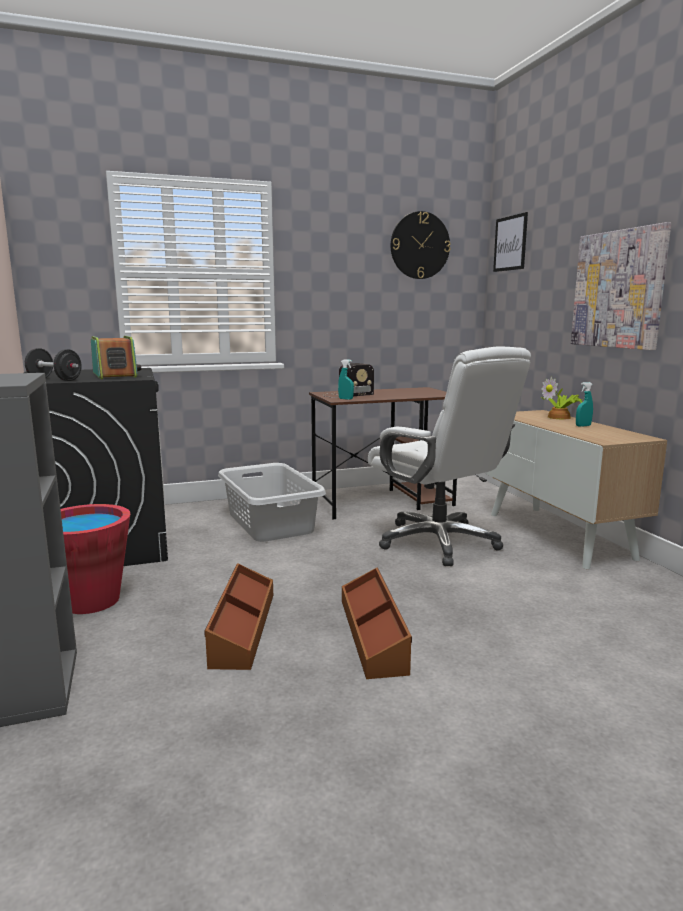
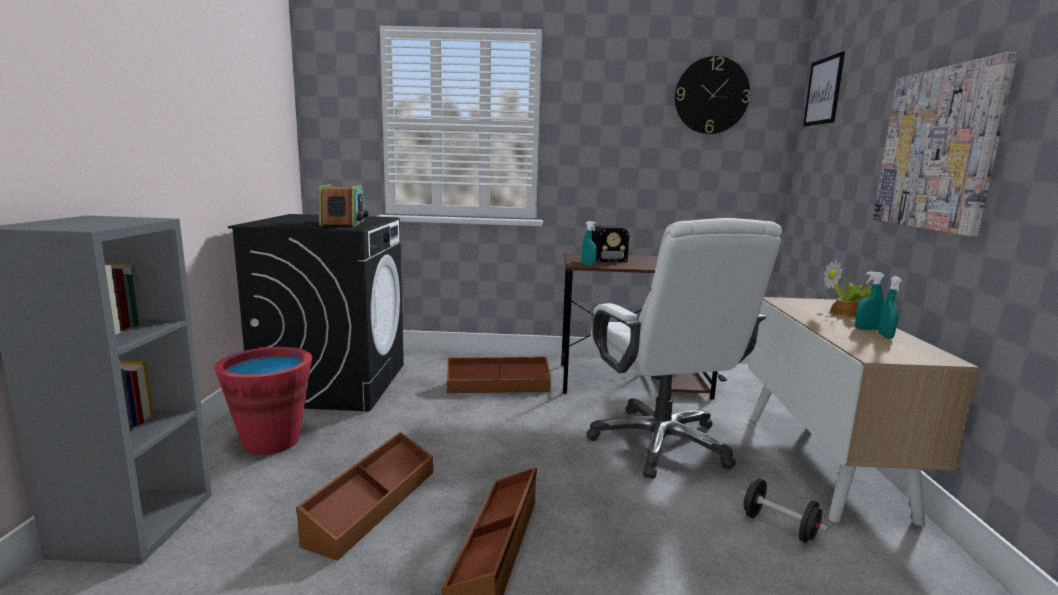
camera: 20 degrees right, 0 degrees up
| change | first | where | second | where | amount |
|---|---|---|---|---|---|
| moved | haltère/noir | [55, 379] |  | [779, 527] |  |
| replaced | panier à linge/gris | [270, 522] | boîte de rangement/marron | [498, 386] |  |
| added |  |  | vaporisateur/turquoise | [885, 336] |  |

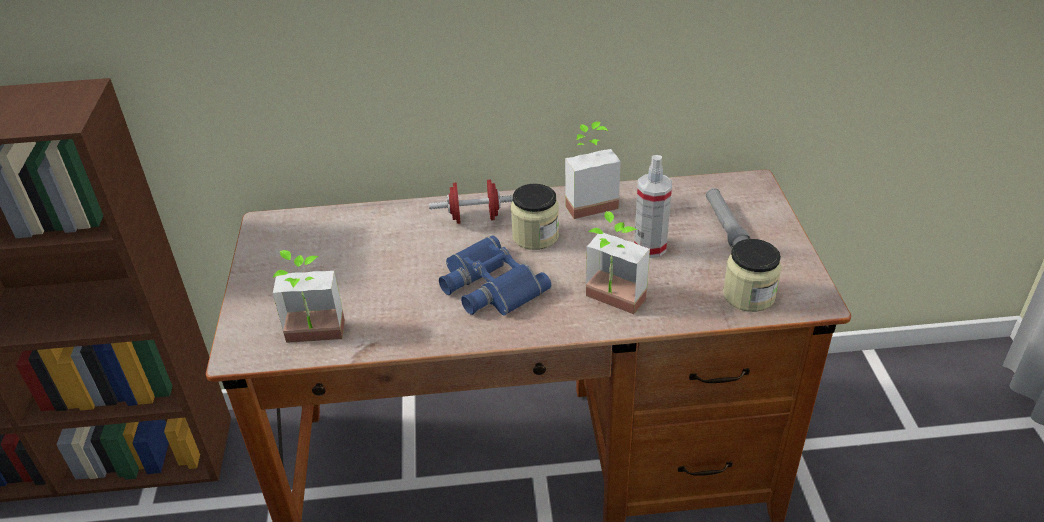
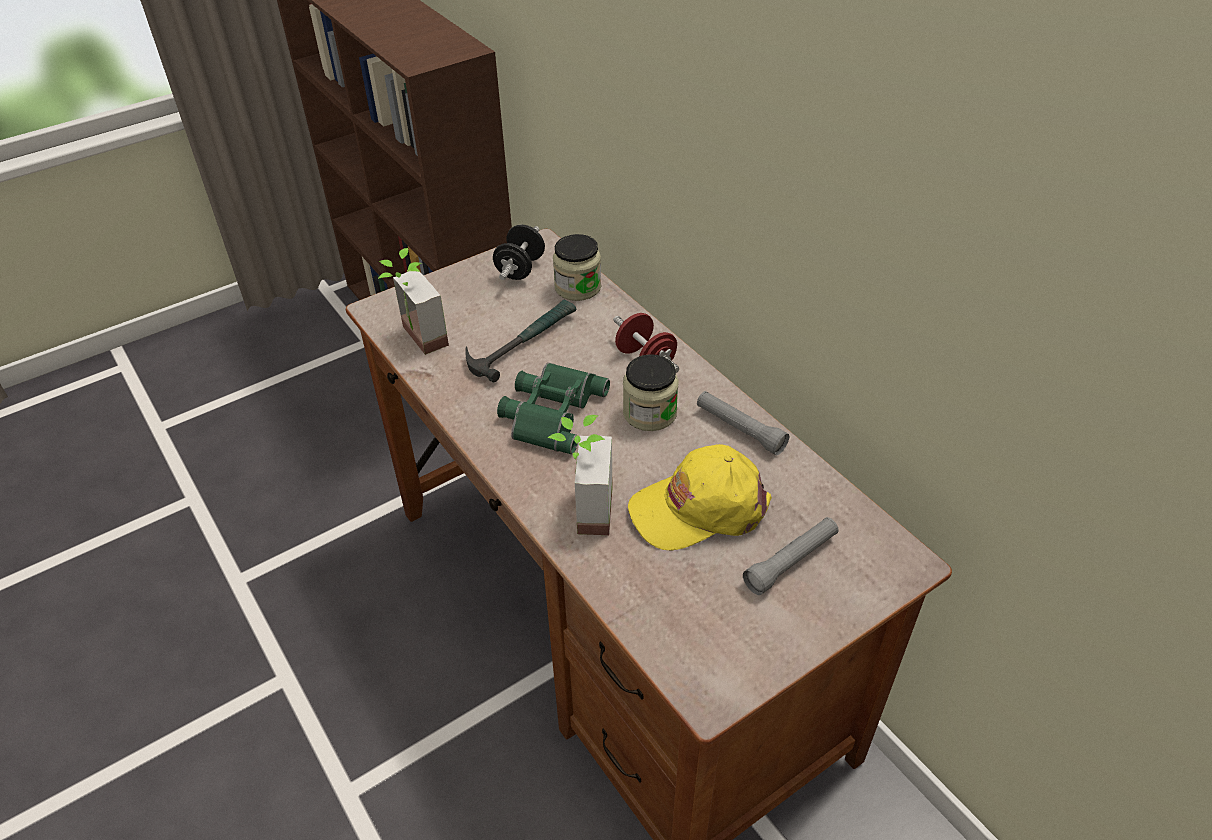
camera: 60 degrees right, 5 degrees up
| change | first | where | second | where | amount |
|---|---|---|---|---|---|
| recoloured | jumelles/bleu | [488, 286] | jumelles/vert | [550, 412] |  |
| replaced | plante en pot | [588, 201] | lampe de poche/gris | [740, 429] |  |
| replaced | vaporisateur | [650, 247] | casquette/jaune | [698, 508] |  |
| moved | bocal | [748, 295] |  | [577, 287] |  |
| added |  |  | marteau | [522, 342] |  |
| added |  |  | haltère/noir | [520, 269] |  |

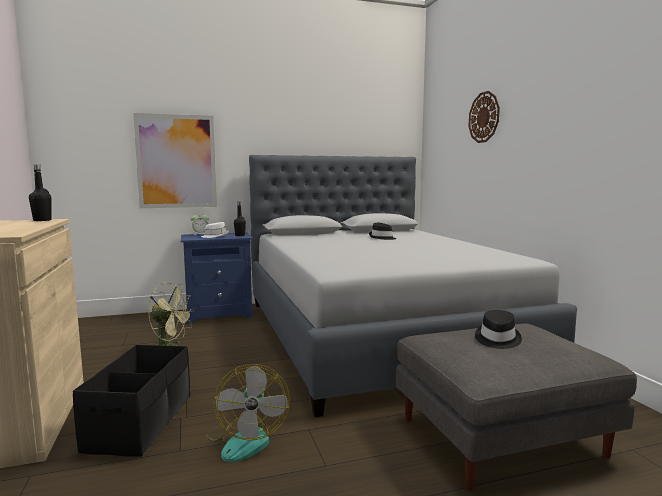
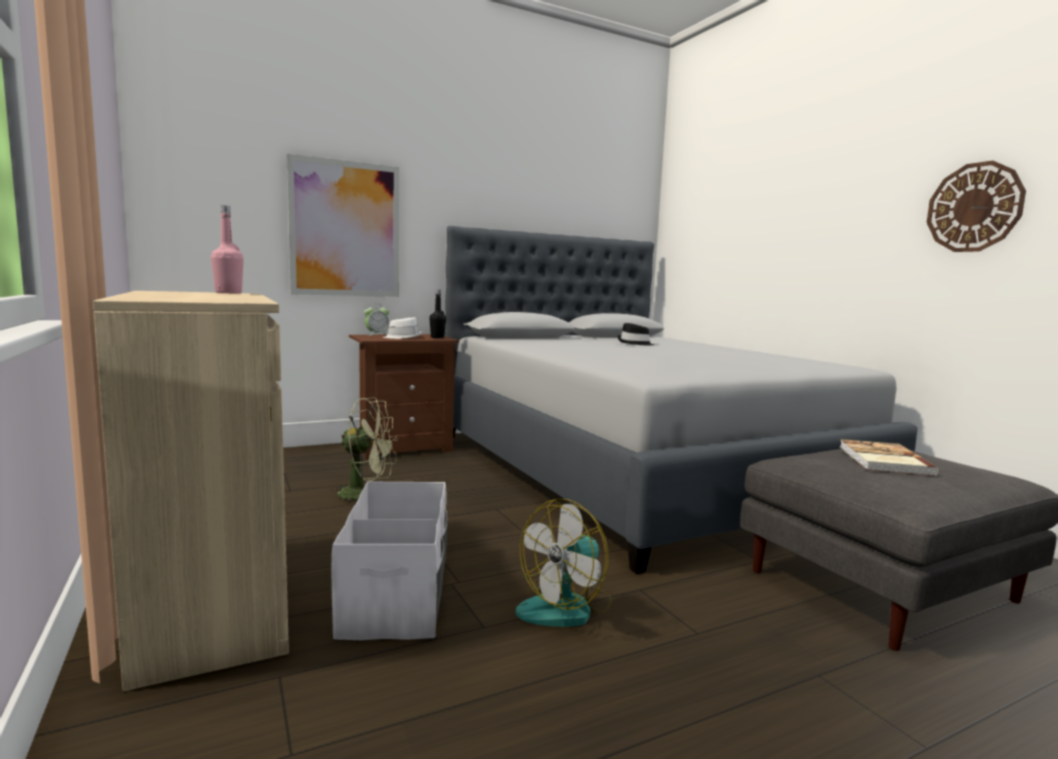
camera: 10 degrees left, 0 degrees up
| change | first | where | second | where | amount |
|---|---|---|---|---|---|
| recoloured | bouteille/noir | [42, 220] | bouteille/rose | [228, 293] |  |
| recoloured | boîte de rangement/noir | [141, 422] | boîte de rangement/blanc | [397, 592] |  |
| recoloured | table de chevet/bleu | [219, 313] | table de chevet/marron | [403, 447] |  |
| turned | ventilateur | [246, 439] |  | [566, 607] | 60 degrees clockwise |
| moved | horloge murale | [484, 117] |  | [974, 207] |  |
| replaced | chapeau/noir | [497, 339] | livre | [882, 460] |  |

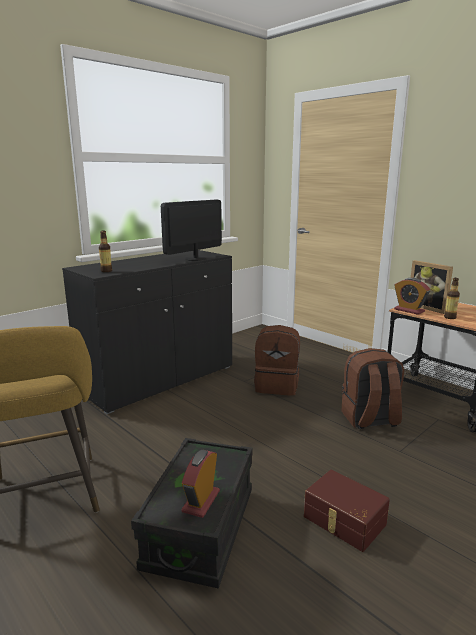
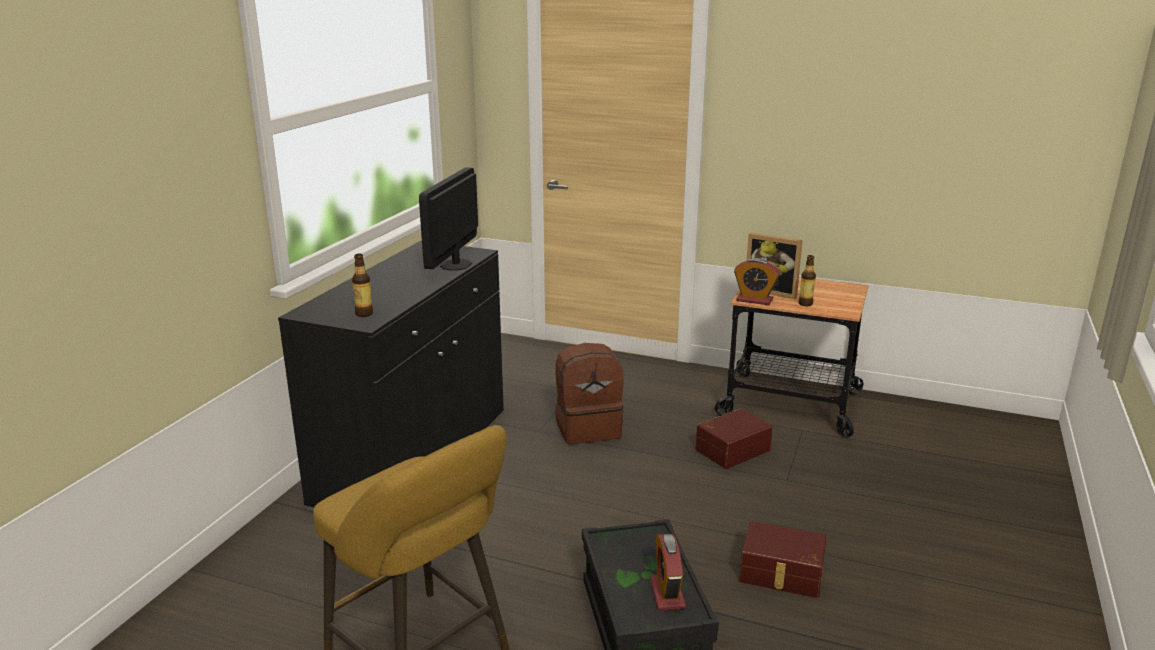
camera: 25 degrees left, 5 degrees up
| change | first | where | second | where | amount |
|---|---|---|---|---|---|
| replaced | sac à dos/marron | [369, 420] | boîte de rangement/marron | [731, 449] |  |

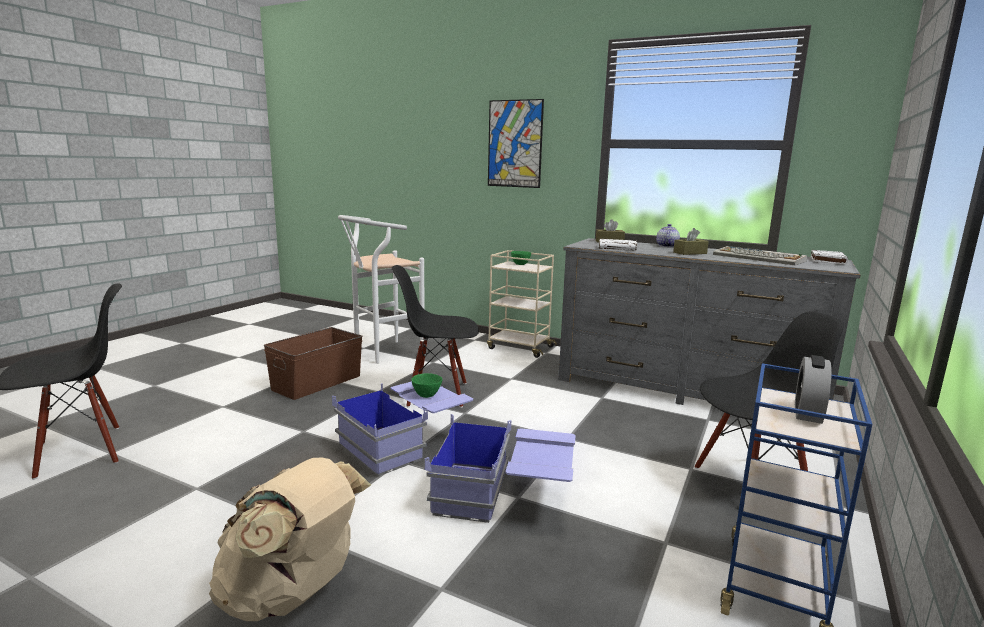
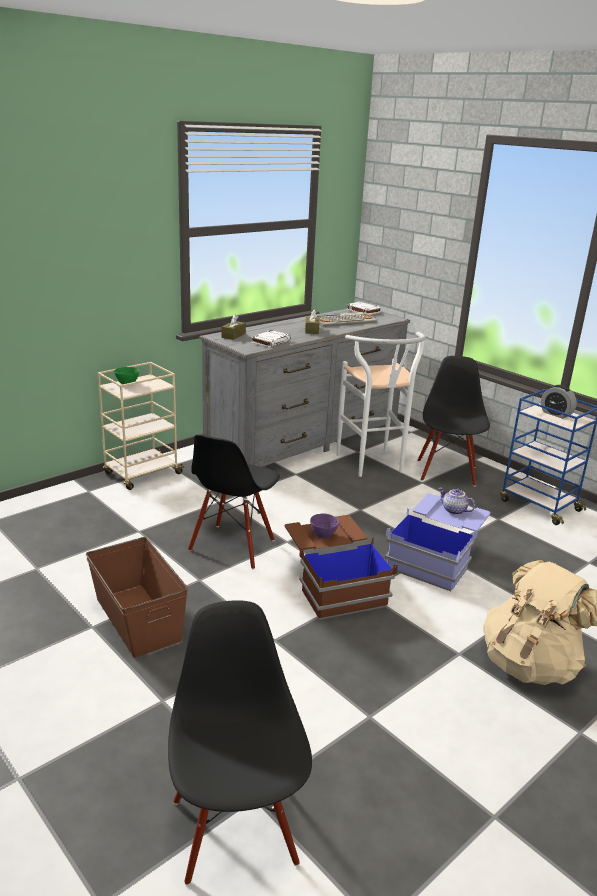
camera: 70 degrees left, 10 degrees up
| change | first | where | second | where | amount |
|---|---|---|---|---|---|
| recoloured | boîte de rangement/bleu | [405, 444] | boîte de rangement/marron | [333, 583] |  |
| moved | tabouret/blanc | [382, 353] |  | [373, 466] |  |
| recoloured | bol/vert | [426, 395] | bol/violet | [322, 535] |  |
| removed | tableau | [515, 144] |  |  |  |
| moved | théière | [666, 246] |  | [453, 510] |  |

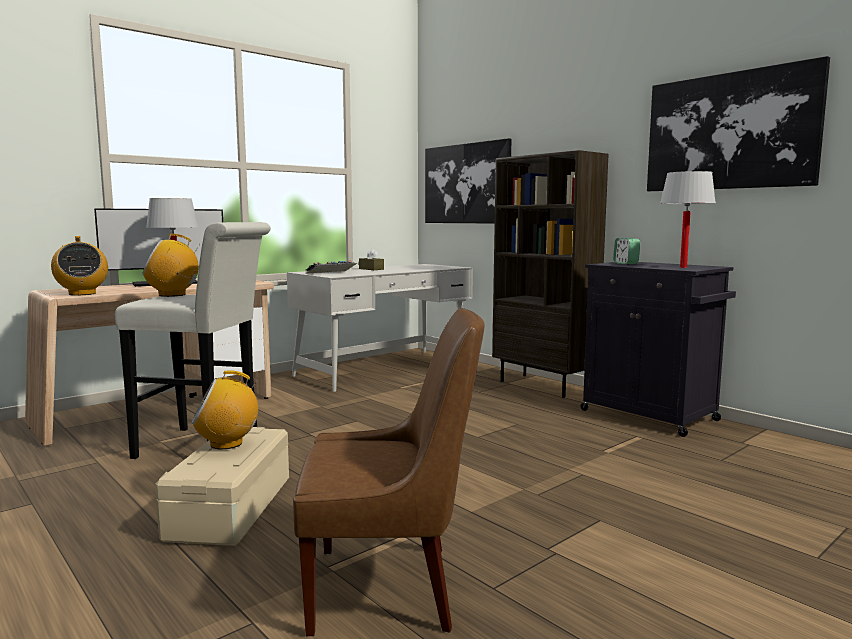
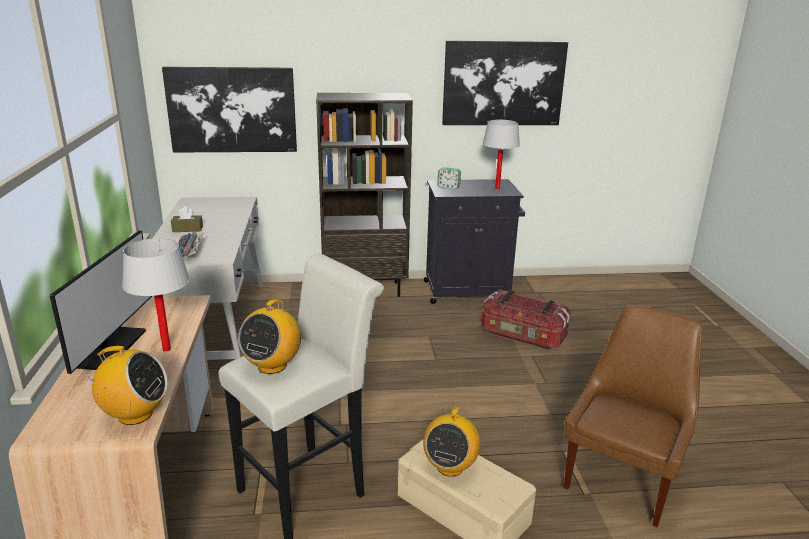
camera: 55 degrees left, 15 degrees up
| change | first | where | second | where | amount |
|---|---|---|---|---|---|
| added |  |  | boîte de rangement | [522, 336] |  |

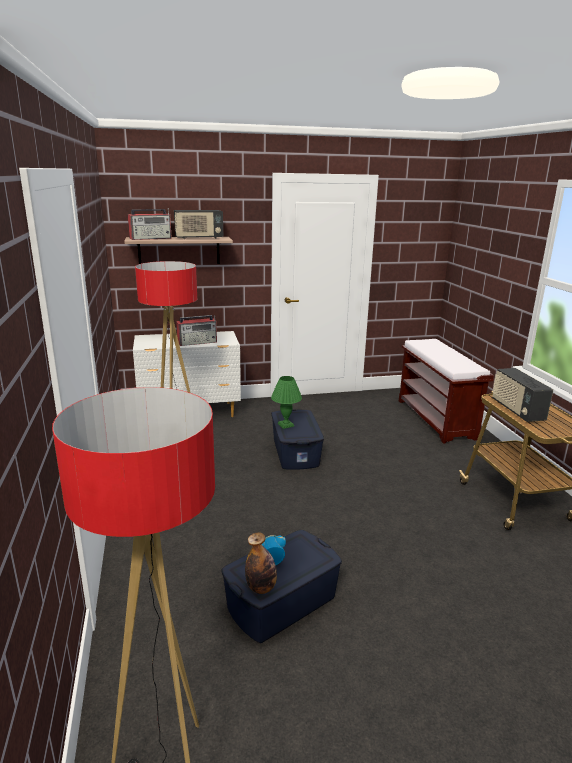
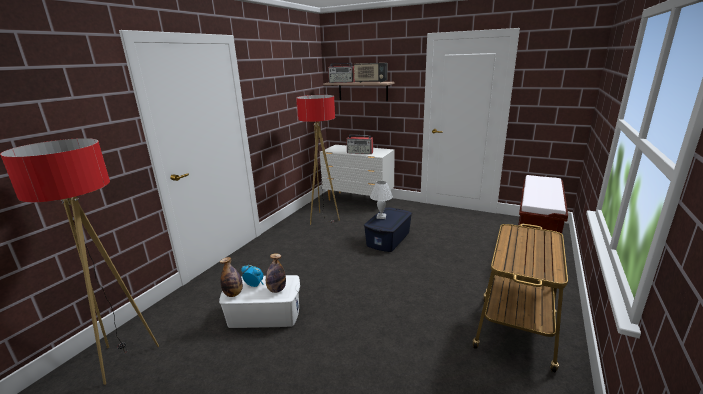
camera: 40 degrees right, 0 degrees up
| change | first | where | second | where | amount |
|---|---|---|---|---|---|
| recoloured | boîte de rangement/bleu | [281, 602] | boîte de rangement/blanc | [264, 314] |  |
| recoloured | lampe de table/vert | [286, 425] | lampe de table/blanc | [381, 217] |  |
| removed | radio | [516, 410] |  |  |  |
| added |  |  | bouteille | [276, 290] |  |

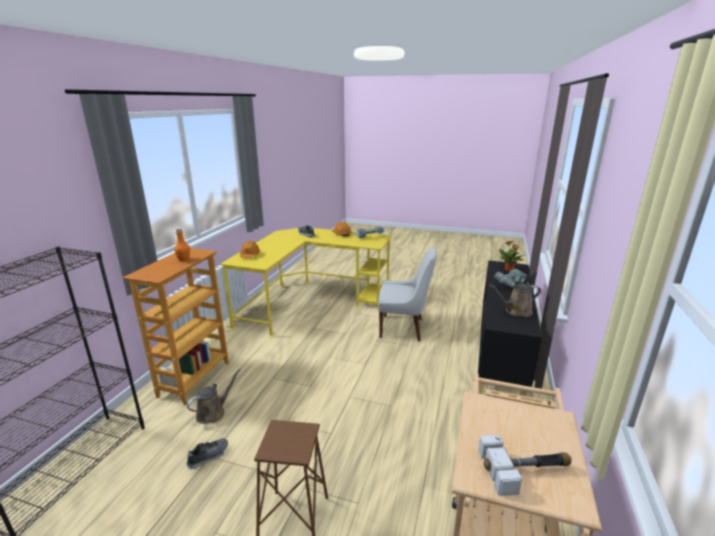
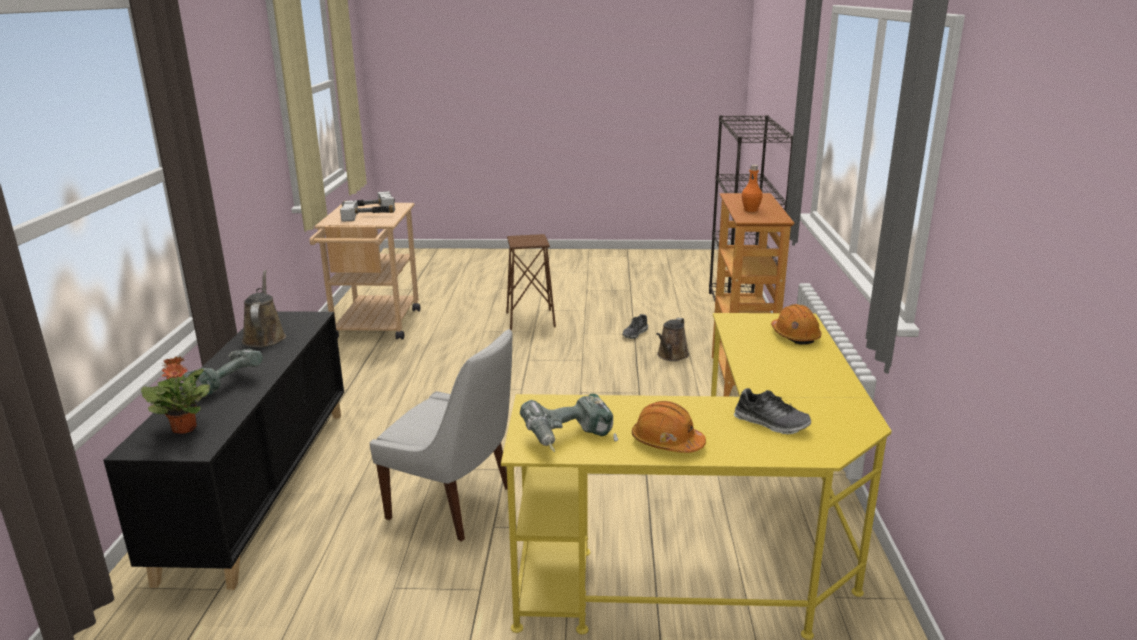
camera: 165 degrees right, 0 degrees up
| change | first | where | second | where | amount |
|---|---|---|---|---|---|
| turned | chaise/blanc | [403, 328] |  | [454, 504] | 150 degrees counterclockwise |
| turned | arrosoir/marron | [516, 311] |  | [264, 337] | 75 degrees counterclockwise |
| added |  |  | marteau | [368, 216] |  |

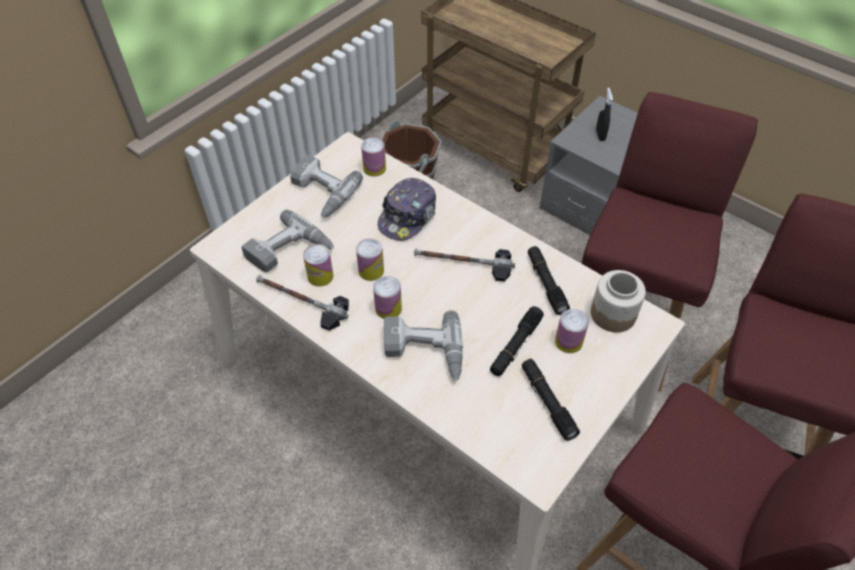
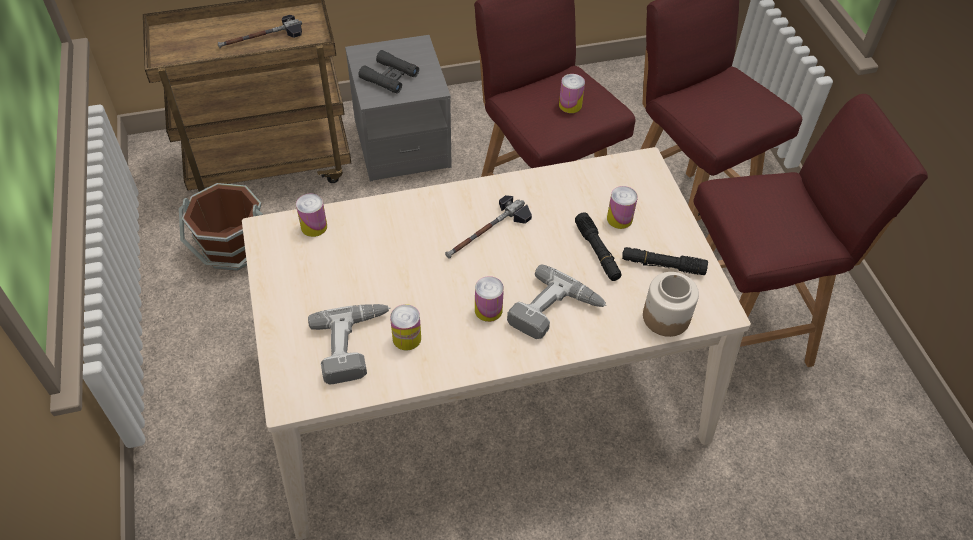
camera: 55 degrees left, 0 degrees up
| change | first | where | second | where | amount |
|---|---|---|---|---|---|
| moved | marteau | [301, 302] |  | [261, 38] |  |
| removed | perceuse | [320, 193] |  |  |  |
| moved | boîte métallique | [371, 270] |  | [570, 105] |  |
| removed | casquette | [408, 216] |  |  |  |
| removed | lampe de poche/noir | [546, 284] |  |  |  |
| moved | bocal | [613, 314] |  | [666, 316] |  |
| replaced | vaporisateur/noir | [600, 135] | jumelles/noir | [389, 77] |  |

